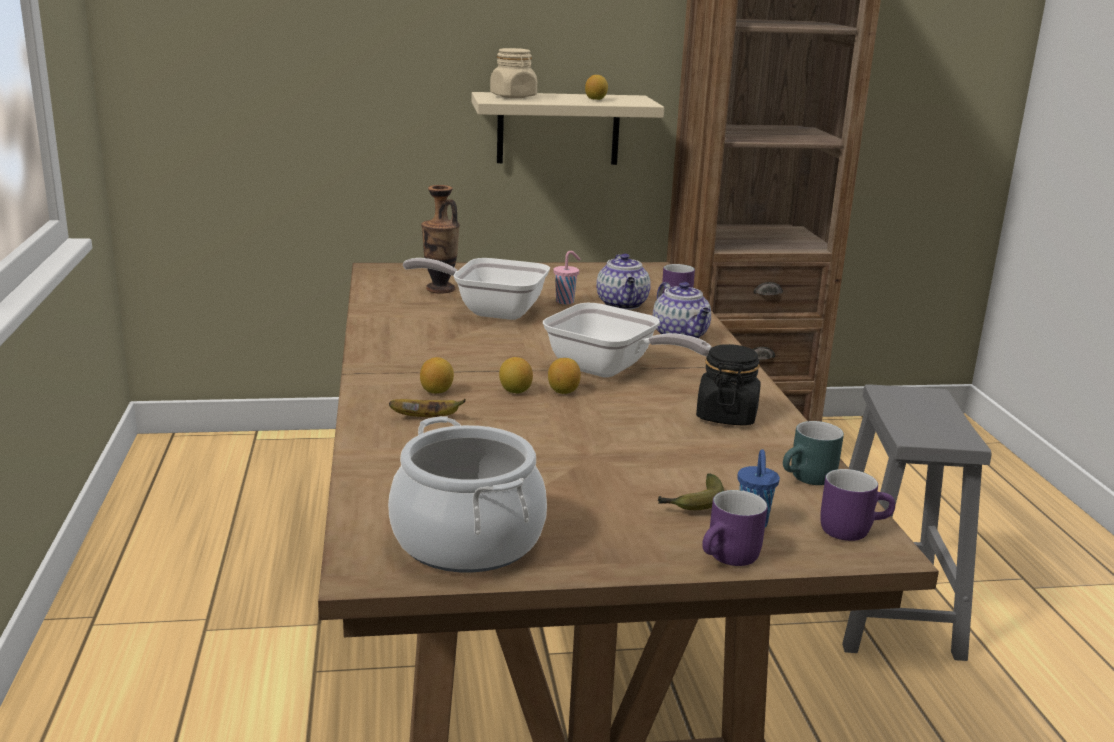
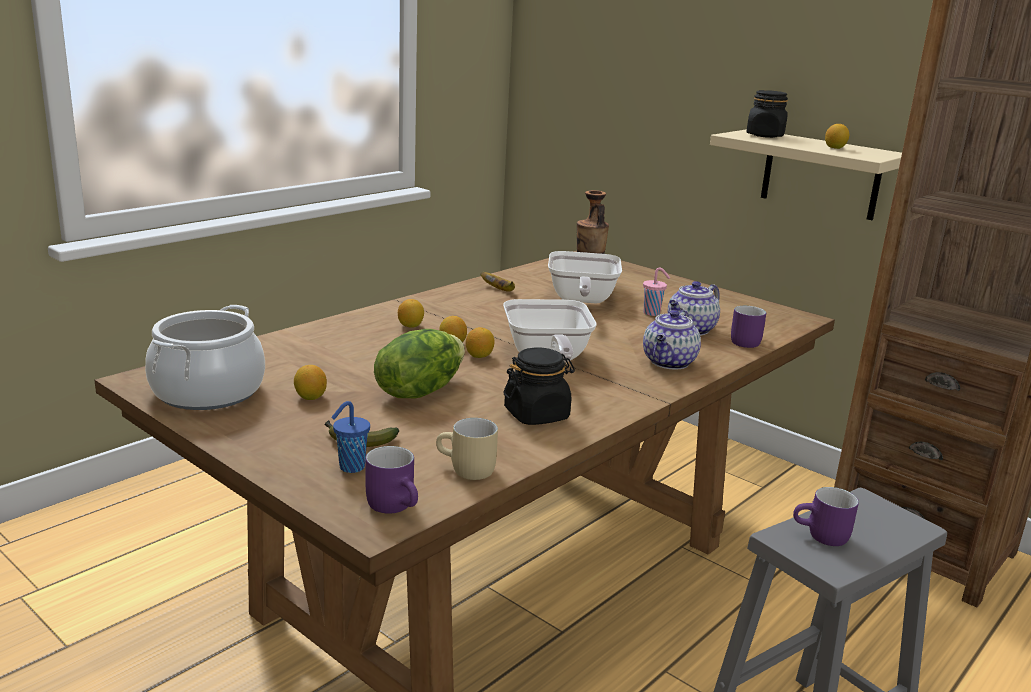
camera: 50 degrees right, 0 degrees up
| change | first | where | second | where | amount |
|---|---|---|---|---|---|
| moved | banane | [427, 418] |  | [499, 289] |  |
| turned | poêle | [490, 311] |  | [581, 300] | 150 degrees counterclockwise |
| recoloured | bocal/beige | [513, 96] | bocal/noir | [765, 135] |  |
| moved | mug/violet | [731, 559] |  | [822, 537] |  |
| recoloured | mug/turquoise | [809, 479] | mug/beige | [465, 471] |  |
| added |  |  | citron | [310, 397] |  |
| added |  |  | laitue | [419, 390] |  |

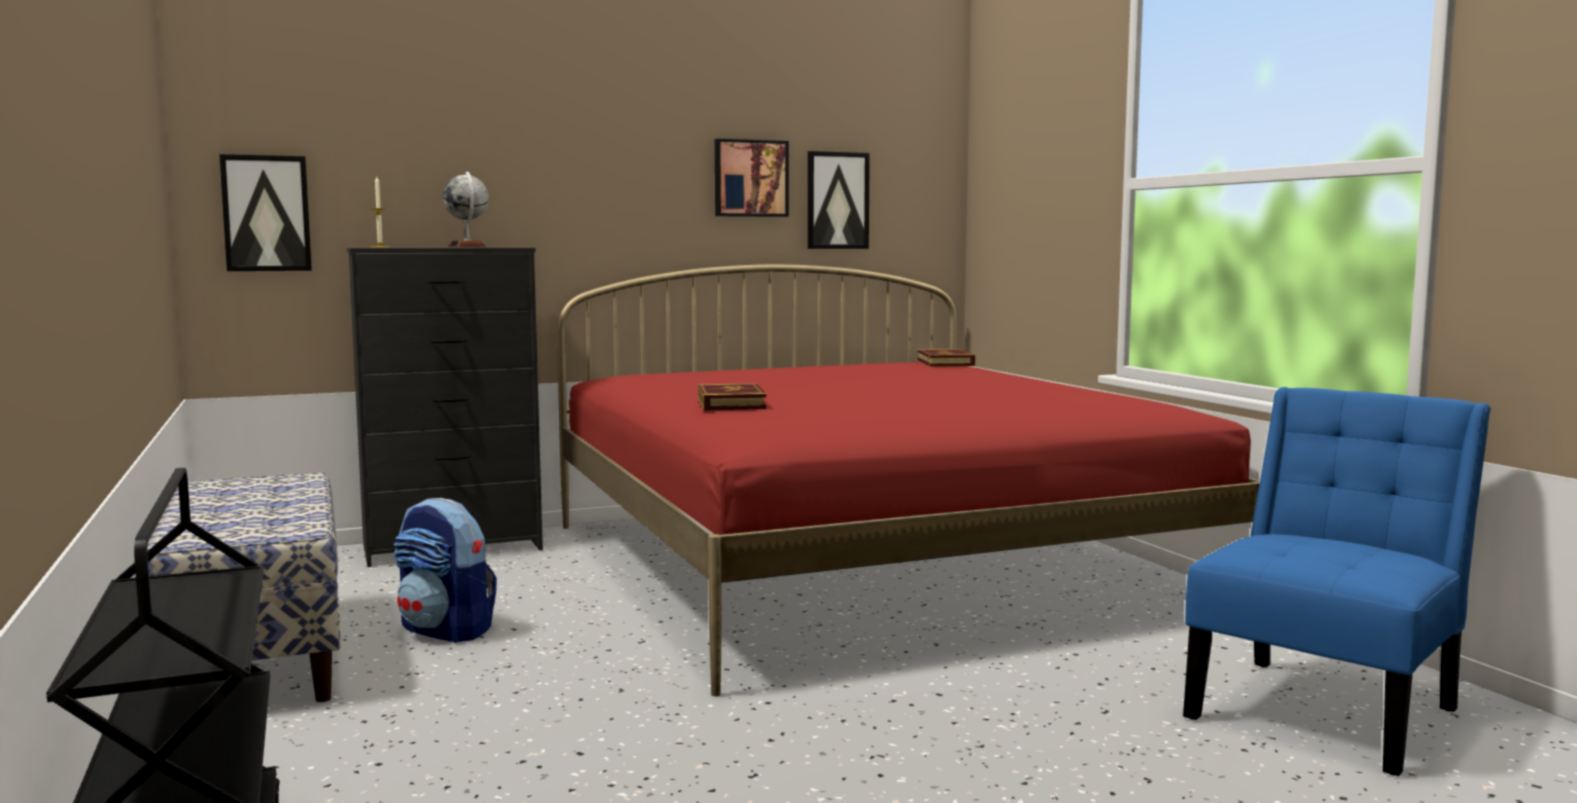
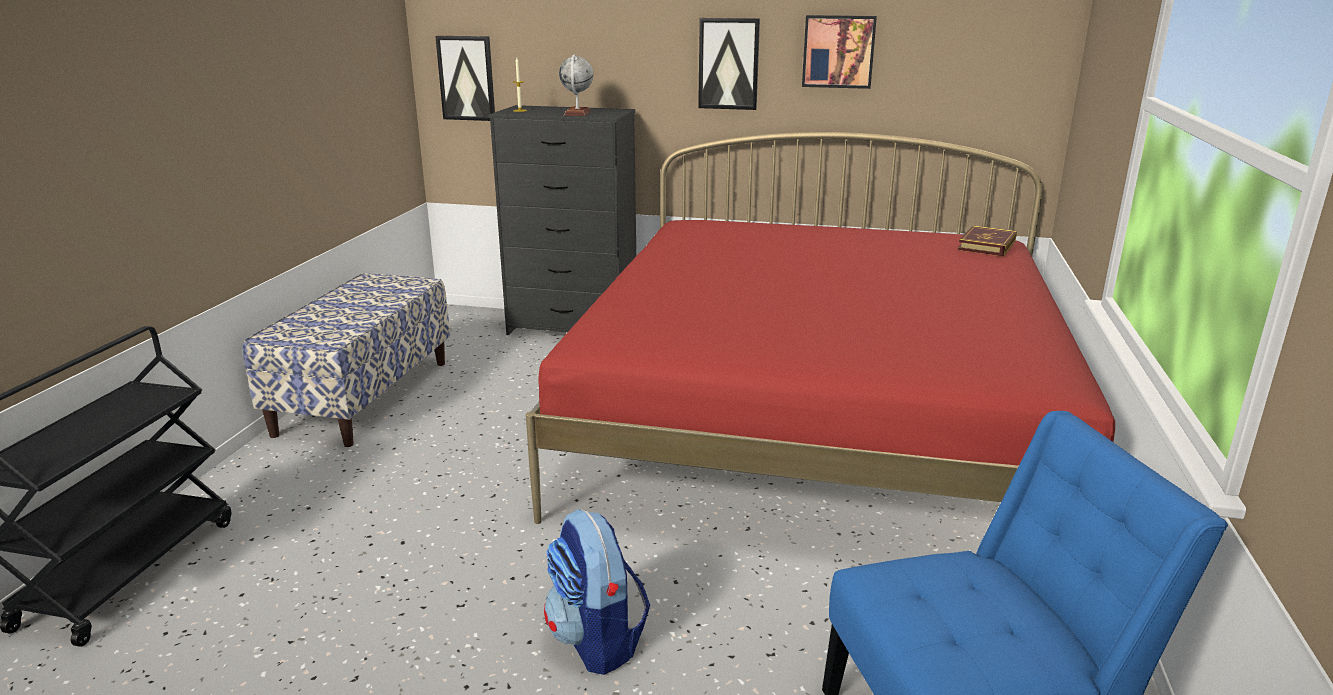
camera: 35 degrees right, 15 degrees up
| change | first | where | second | where | amount |
|---|---|---|---|---|---|
| moved | sac à dos | [446, 631] |  | [597, 640] |  |
| removed | livre | [731, 403] |  |  |  |
| moved | tableau | [837, 200] |  | [728, 64] |  |

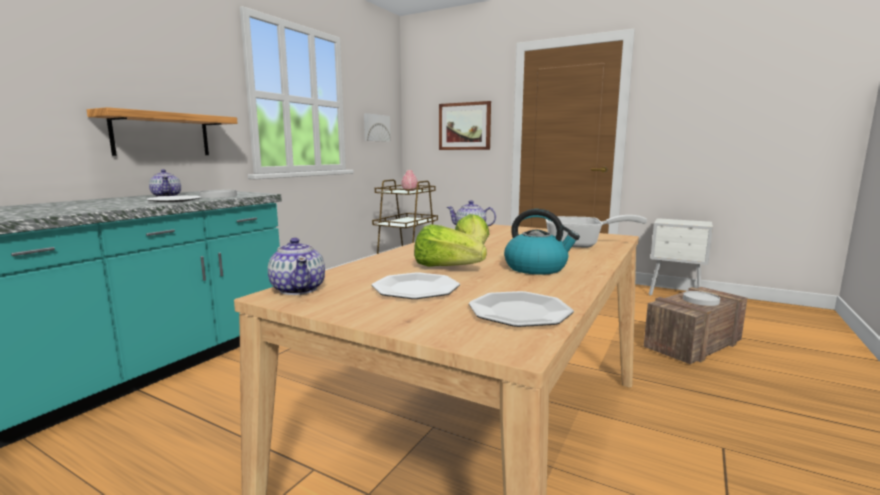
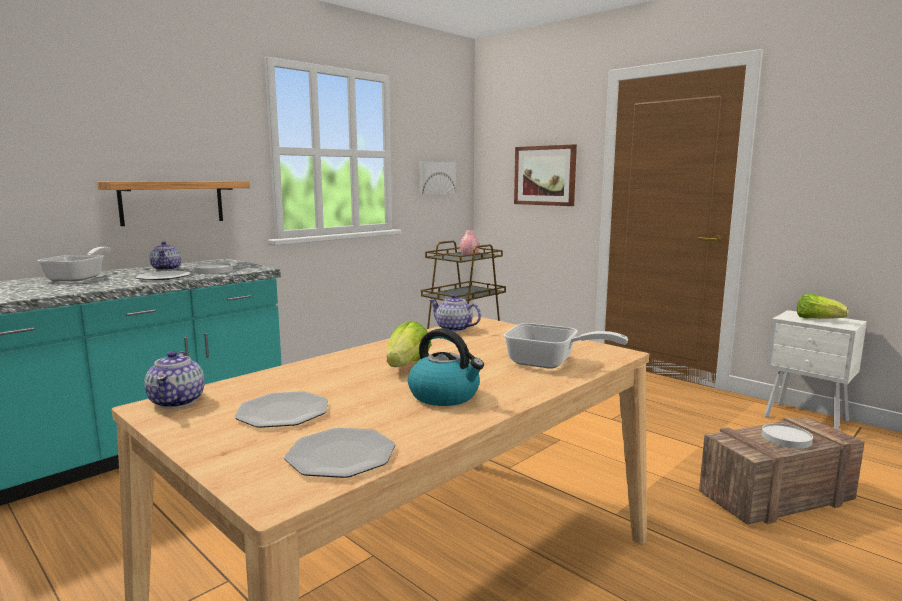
camera: 15 degrees right, 0 degrees up
| change | first | where | second | where | amount |
|---|---|---|---|---|---|
| moved | laitue | [446, 268] |  | [817, 319] |  |
| added |  |  | poêle | [80, 278] |  |

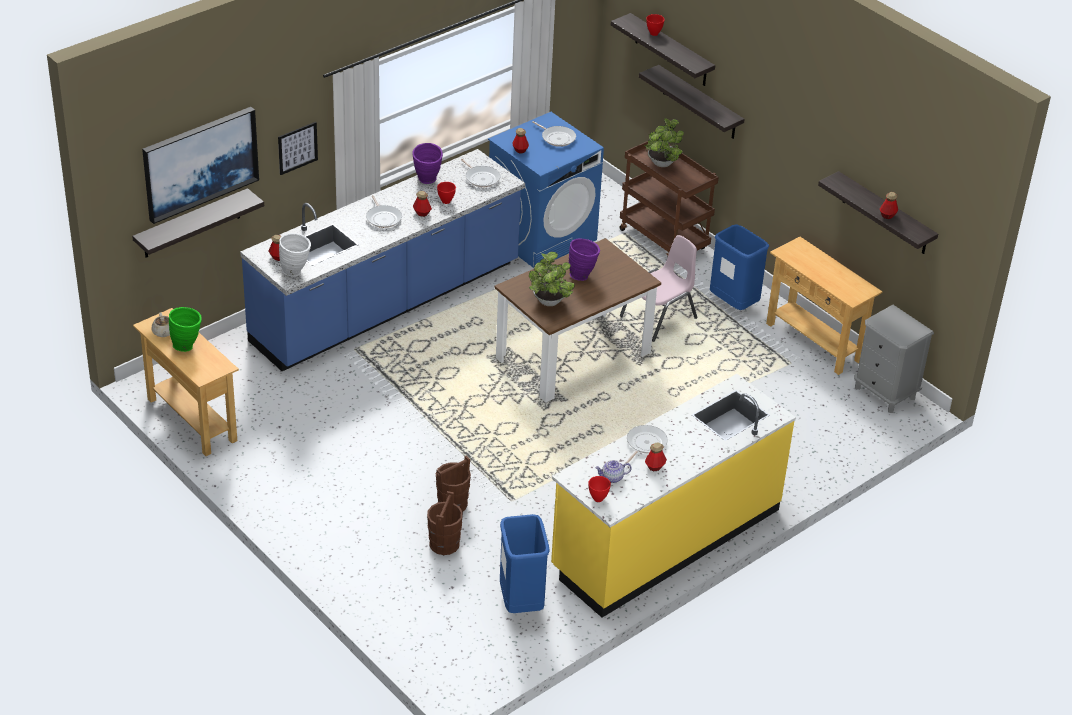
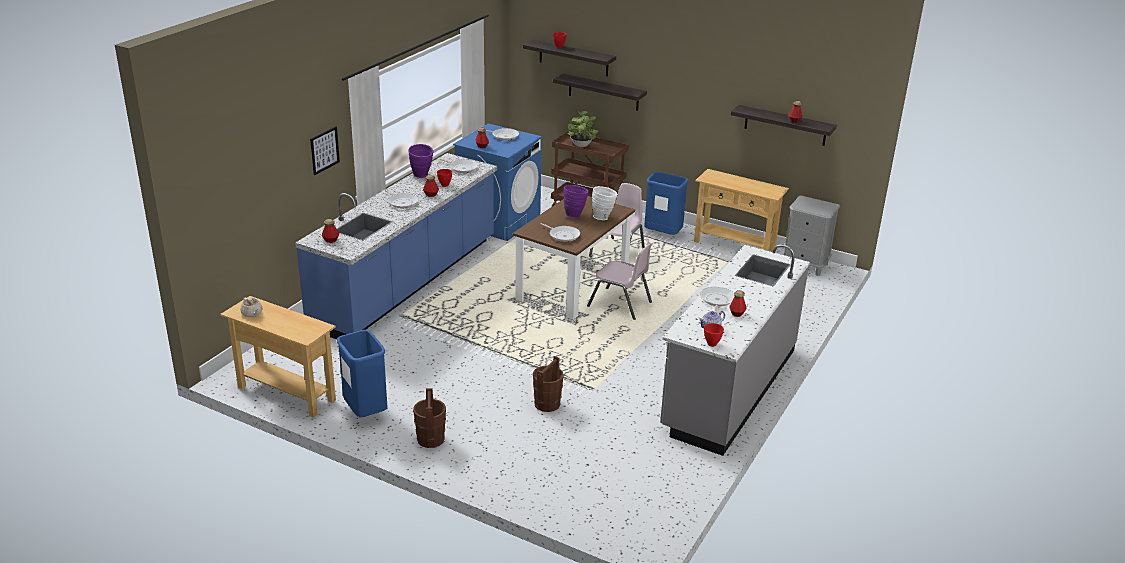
camera: 20 degrees left, 10 degrees down
| change | first | where | second | where | amount |
|---|---|---|---|---|---|
| removed | étagère | [192, 224] |  |  |  |
| removed | tableau | [200, 163] |  |  |  |
| removed | vase/vert | [187, 346] |  |  |  |
| moved | vase/blanc | [296, 271] |  | [603, 217] |  |
| moved | seau/marron | [444, 544] |  | [430, 439] |  |
| moved | poubelle/bleu | [521, 602] |  | [365, 411] |  |
| replaced | plante en pot | [549, 303] | poêle | [563, 235] |  |
| recoloured | comptoir de cuisine/jaune | [665, 539] | comptoir de cuisine/gris | [729, 389] |  |
| added |  |  | chaise/rose | [620, 304] |  |

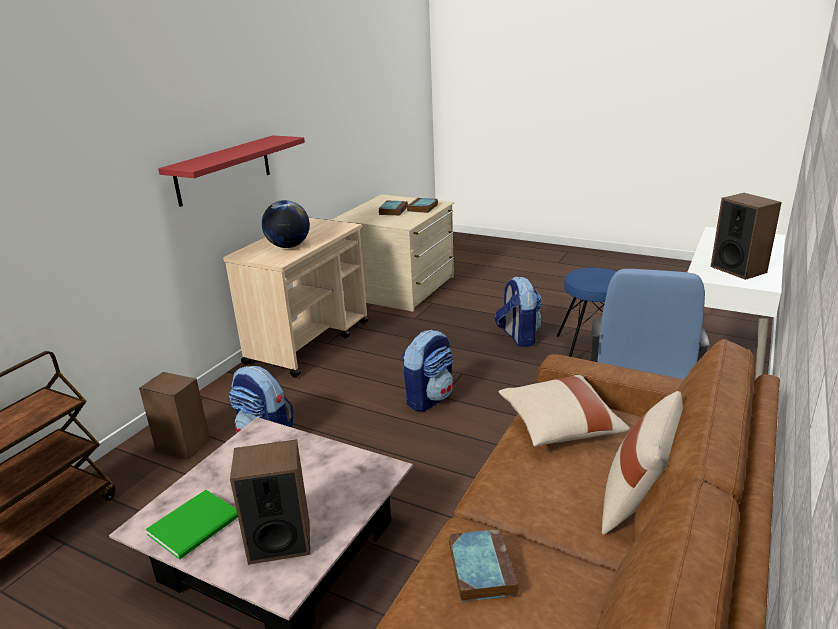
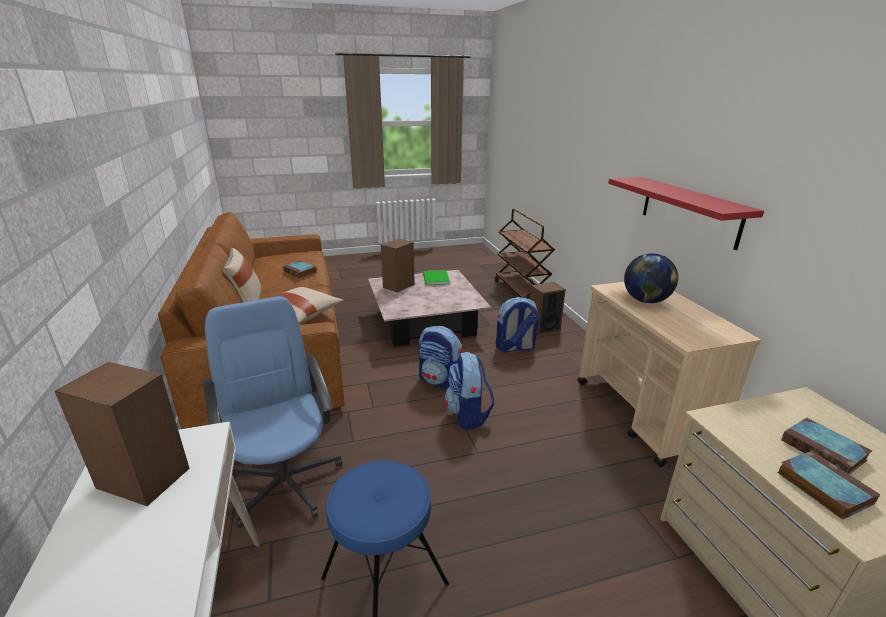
camera: 135 degrees right, 0 degrees up
| change | first | where | second | where | amount |
|---|---|---|---|---|---|
| moved | sac à dos | [518, 337] |  | [440, 381] |  |

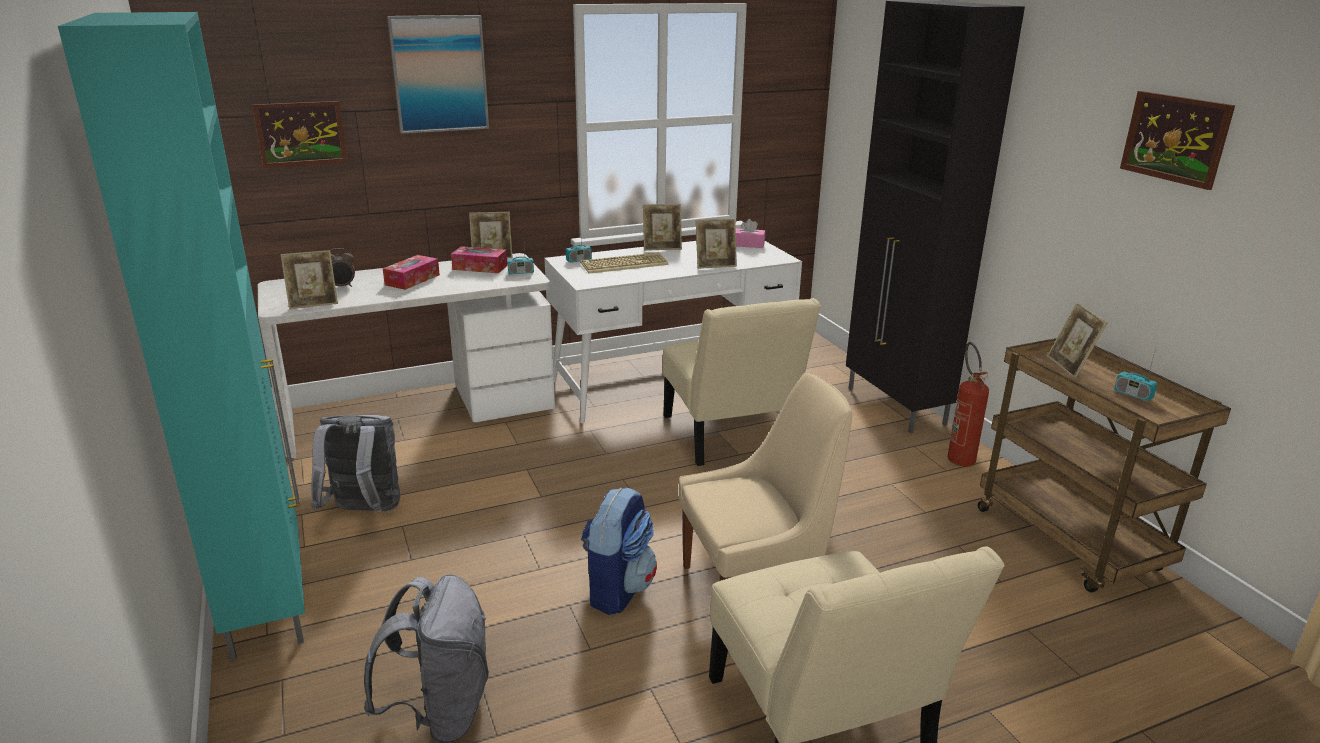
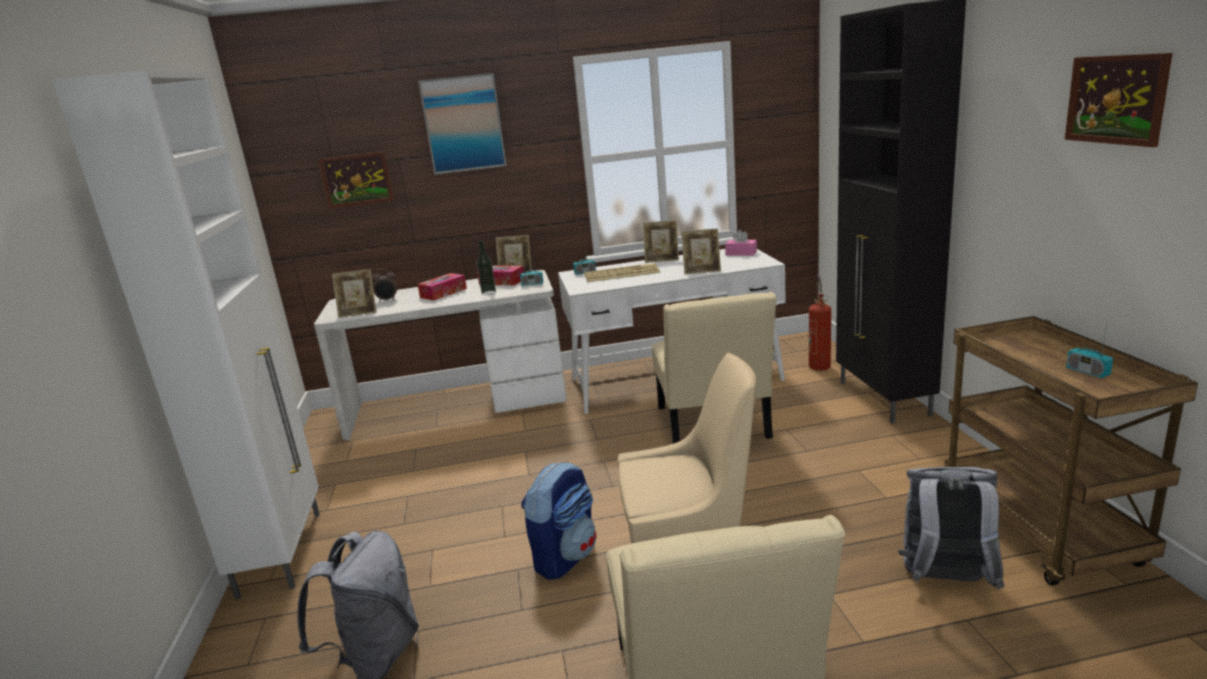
camera: 15 degrees right, 5 degrees down
| change | first | where | second | where | amount |
|---|---|---|---|---|---|
| recoloured | meuble de rangement/turquoise | [268, 600] | meuble de rangement/blanc | [282, 551] |  |
| moved | sac à dos/gris | [364, 512] |  | [945, 581] |  |
| moved | extincteur | [958, 456] |  | [819, 364] |  |
| removed | cadre photo | [1069, 367] |  |  |  |
| added |  |  | bouteille | [488, 293] |  |

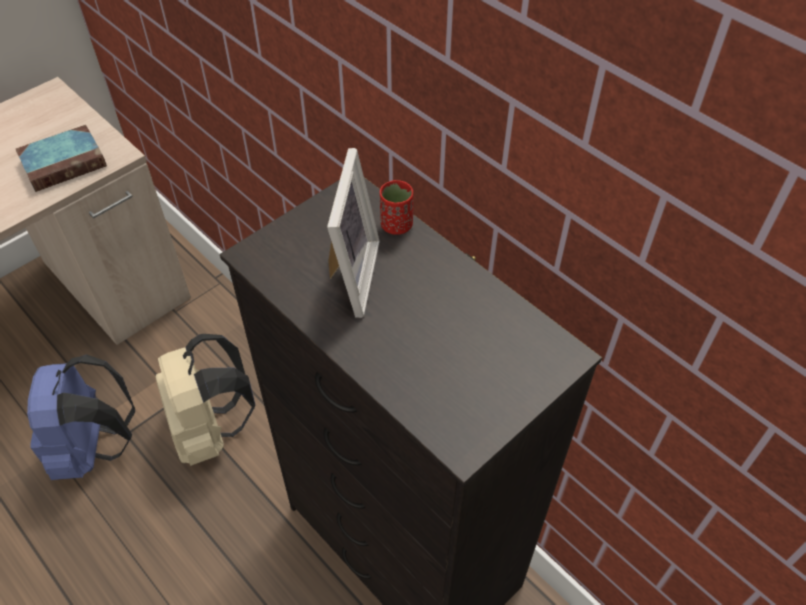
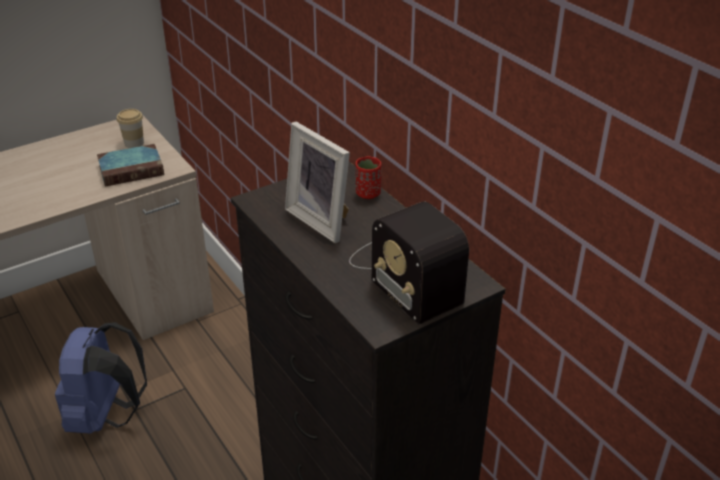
camera: 10 degrees right, 15 degrees down
| change | first | where | second | where | amount |
|---|---|---|---|---|---|
| removed | sac à dos/beige | [210, 429] |  |  |  |
| turned | cadre photo | [348, 276] |  | [323, 219] | 120 degrees clockwise |
| added |  |  | tasse | [134, 143] |  |
| added |  |  | radio | [404, 273] |  |

